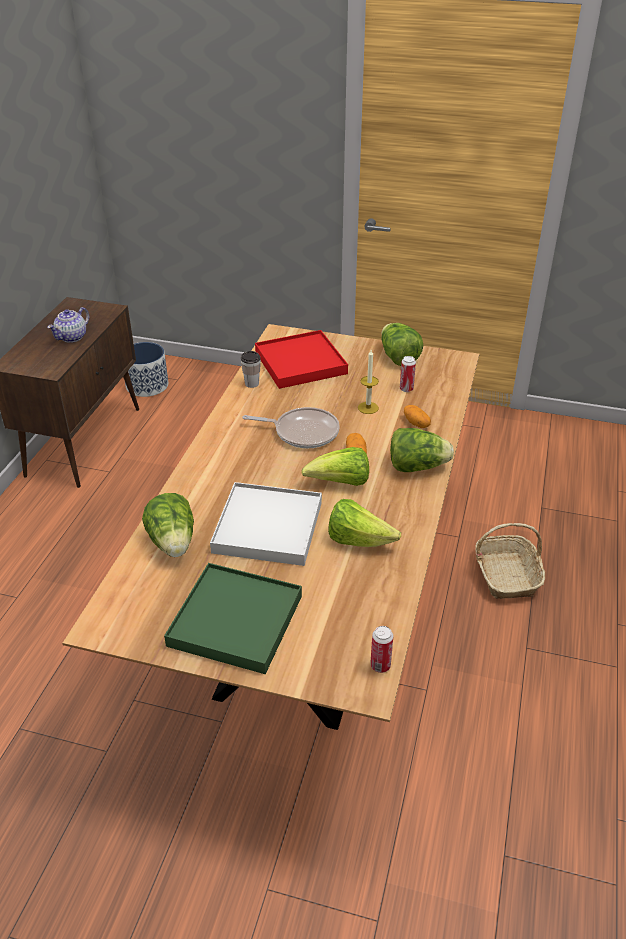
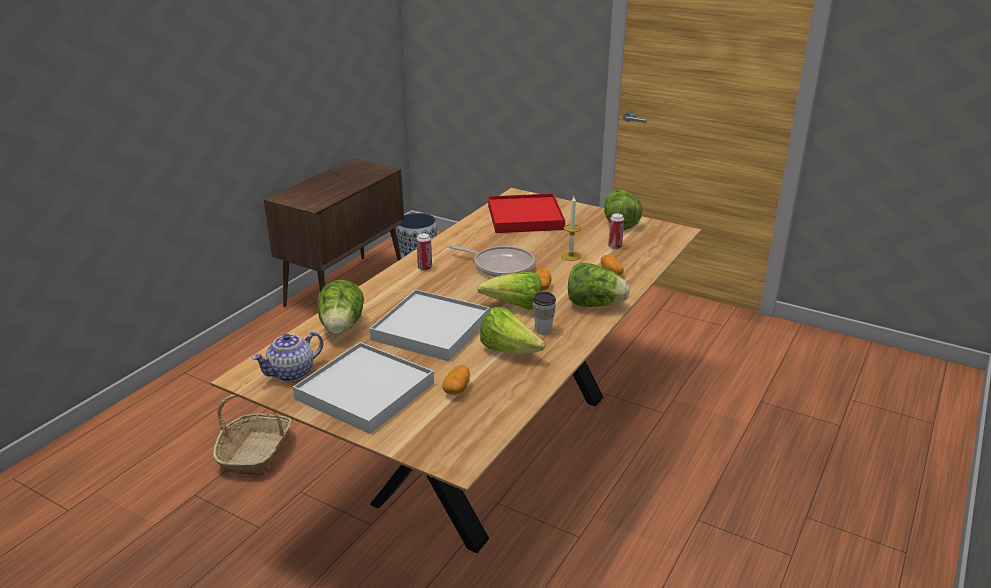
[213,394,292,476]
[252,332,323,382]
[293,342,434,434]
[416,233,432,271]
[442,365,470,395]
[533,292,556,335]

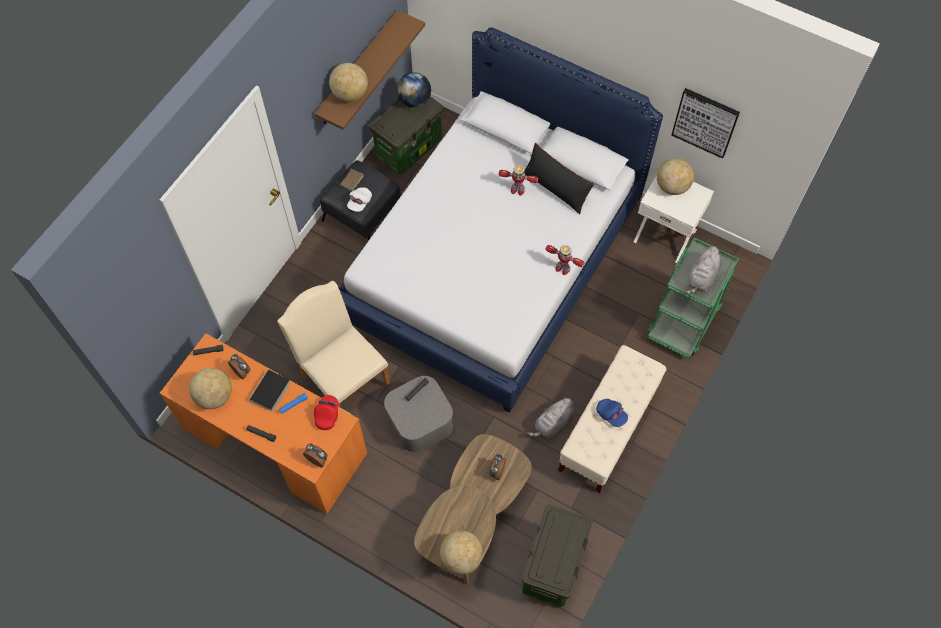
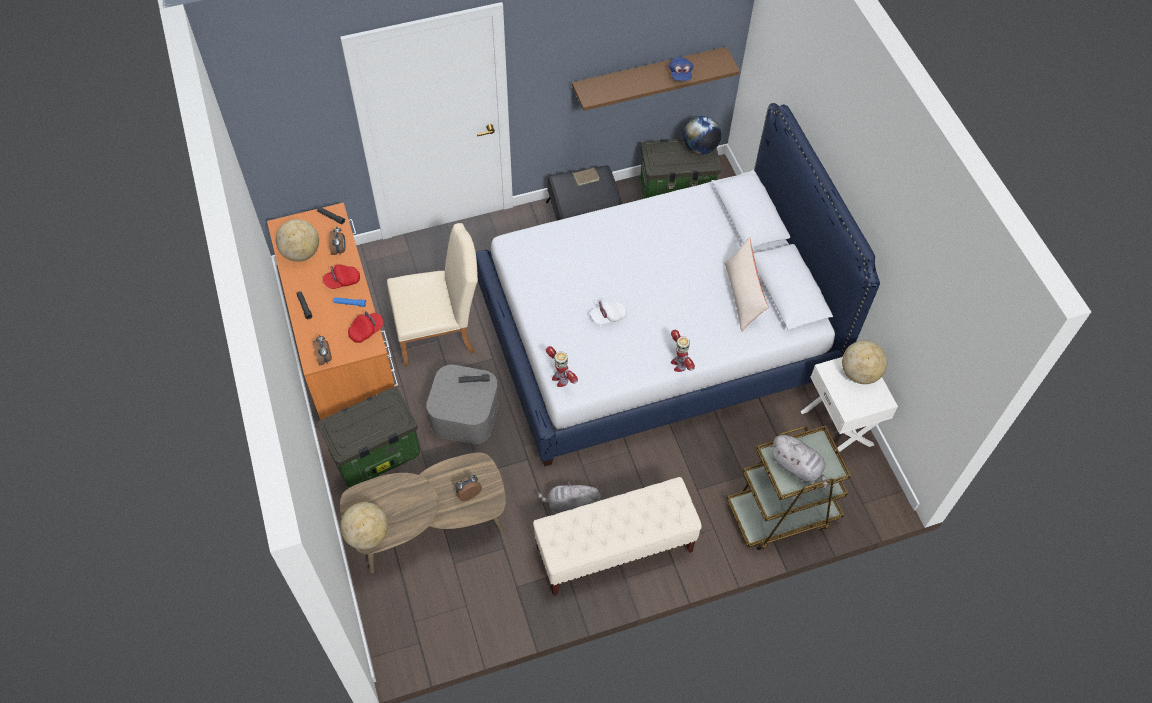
[317,387,420,487]
[323,265,360,289]
[387,223,478,367]
[546,346,578,387]
[591,300,626,325]
[669,57,693,81]
[724,237,768,332]
[727,425,851,550]
[771,435,828,489]
[329,63,368,102] (first image)
[671,88,740,159] (first image)

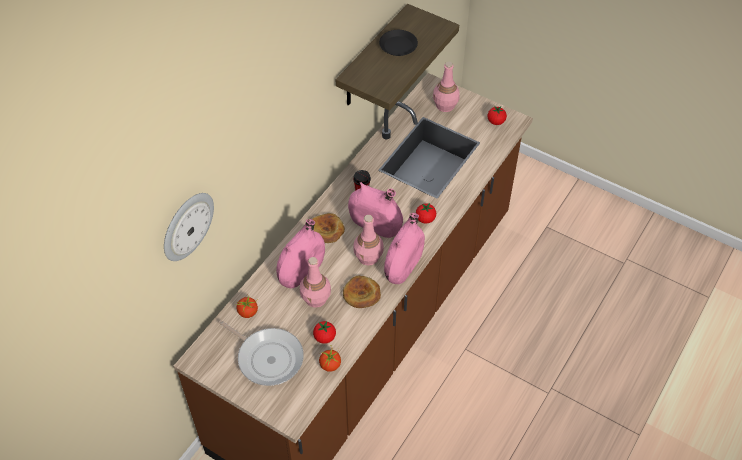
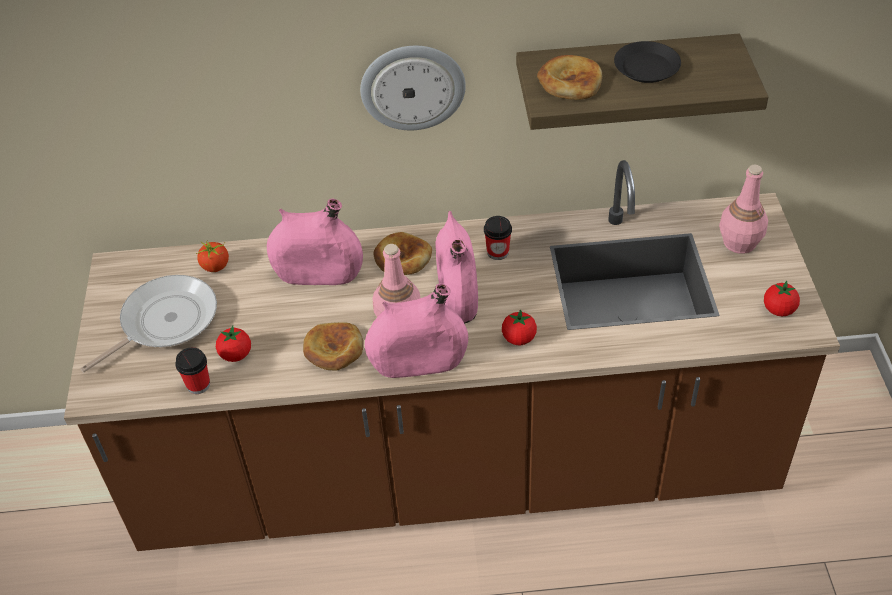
[80,275,217,372]
[175,347,210,394]
[360,46,466,130]
[537,55,602,100]
[300,257,331,308] (first image)

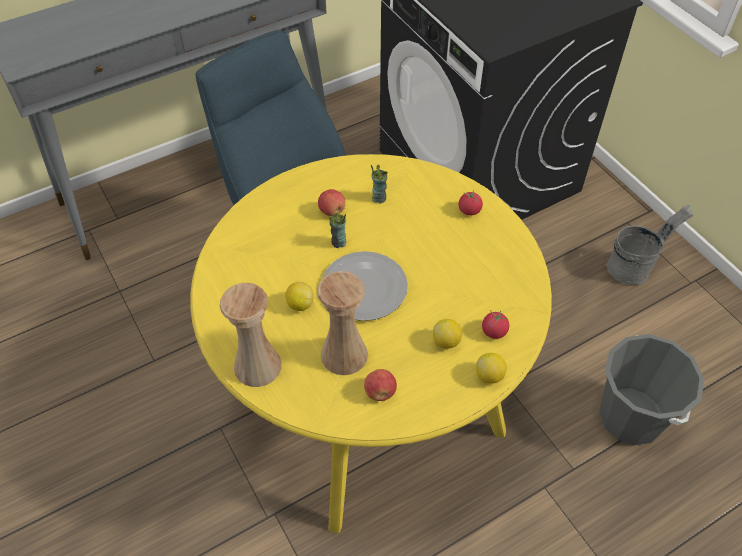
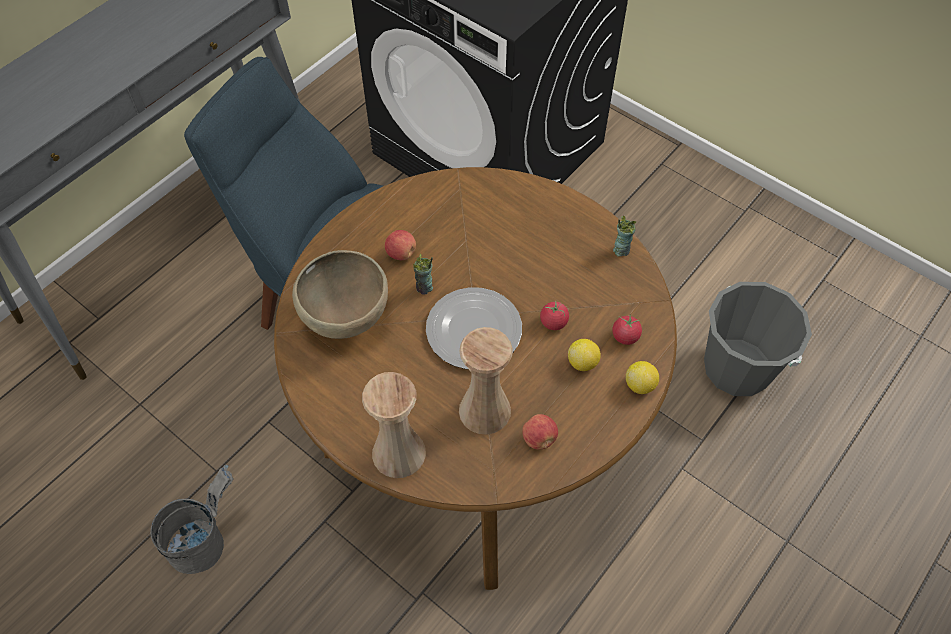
[150,465,234,574]
[274,167,677,590]
[292,250,388,339]
[540,301,569,330]
[613,216,636,257]
[285,282,314,311] (first image)

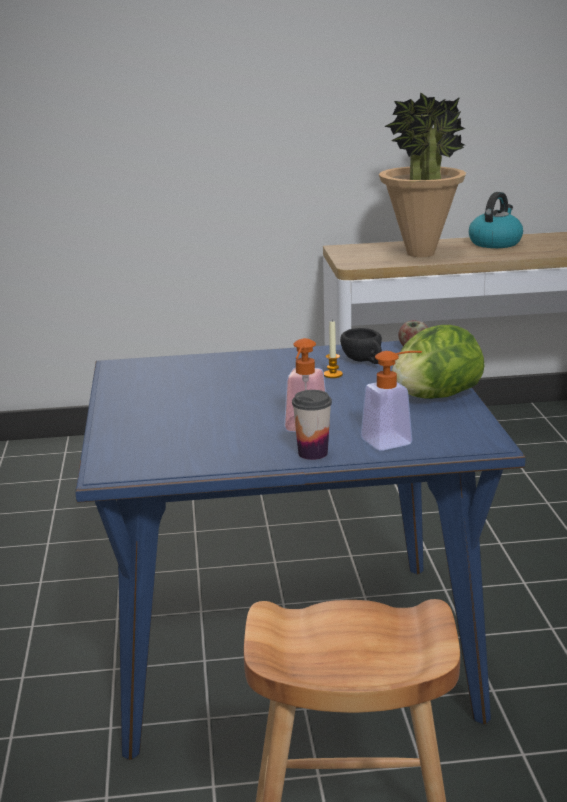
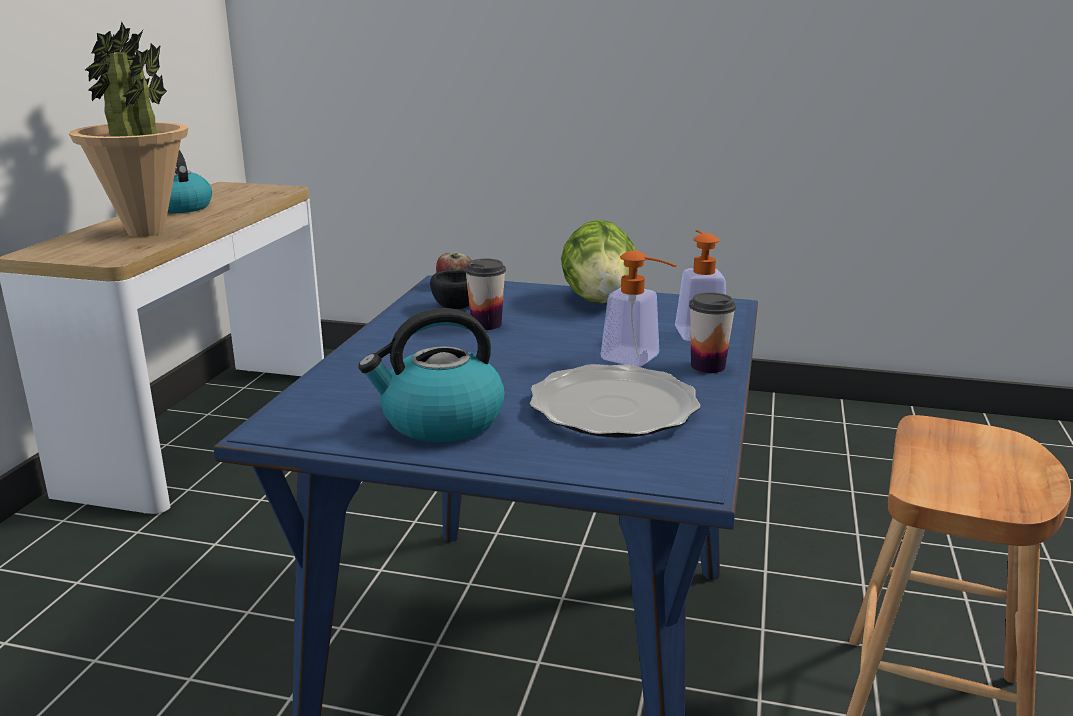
[358,308,505,442]
[465,259,506,330]
[530,364,701,438]

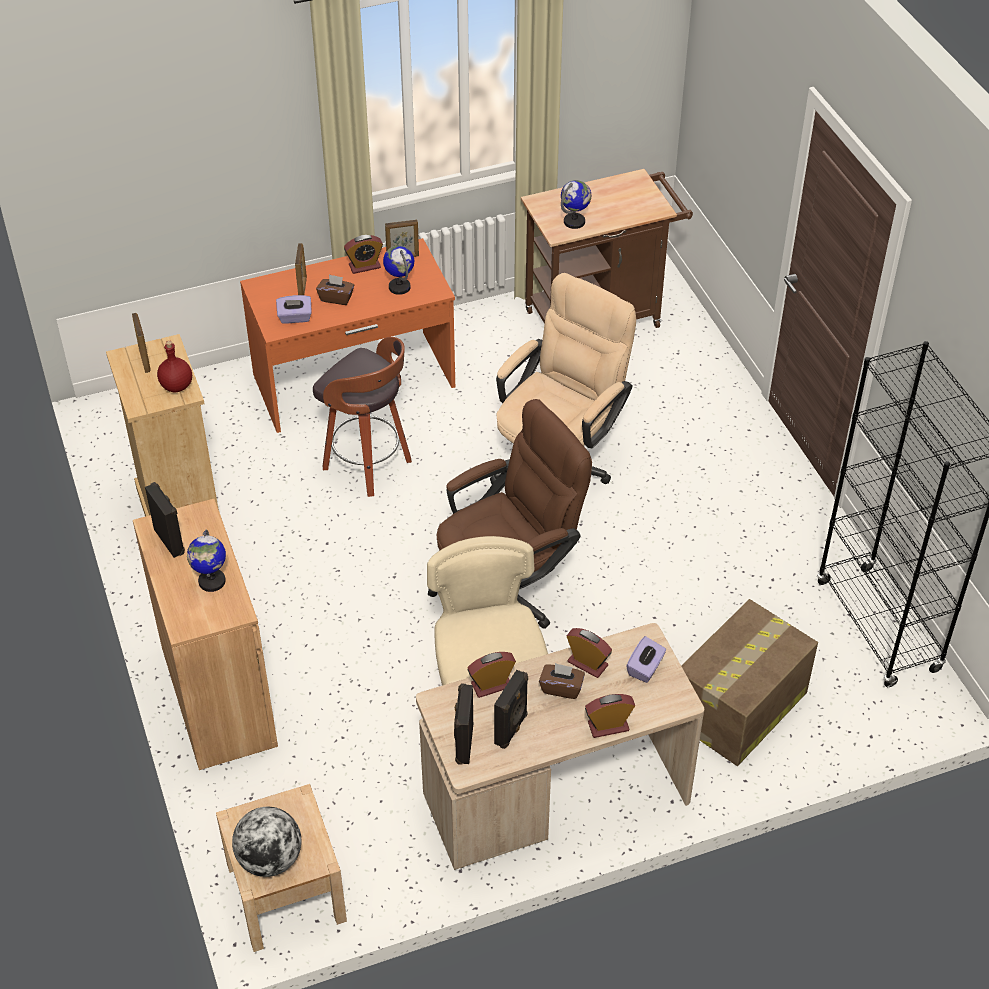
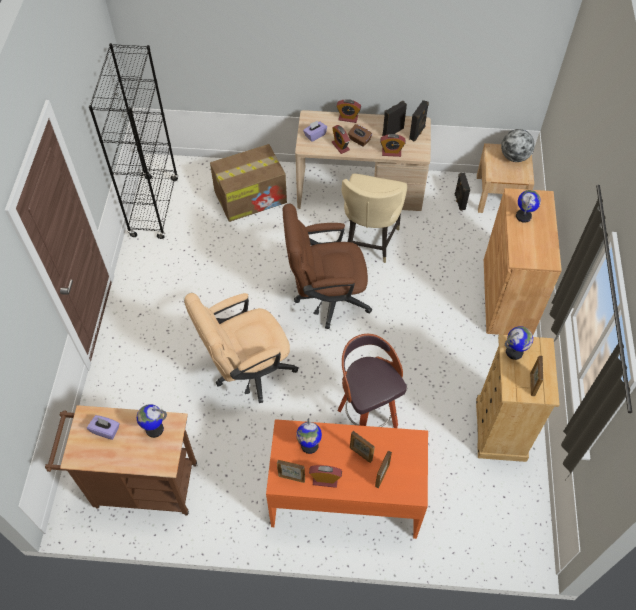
[87,415,120,440]
[350,431,375,463]
[455,173,470,211]
[505,326,533,360]

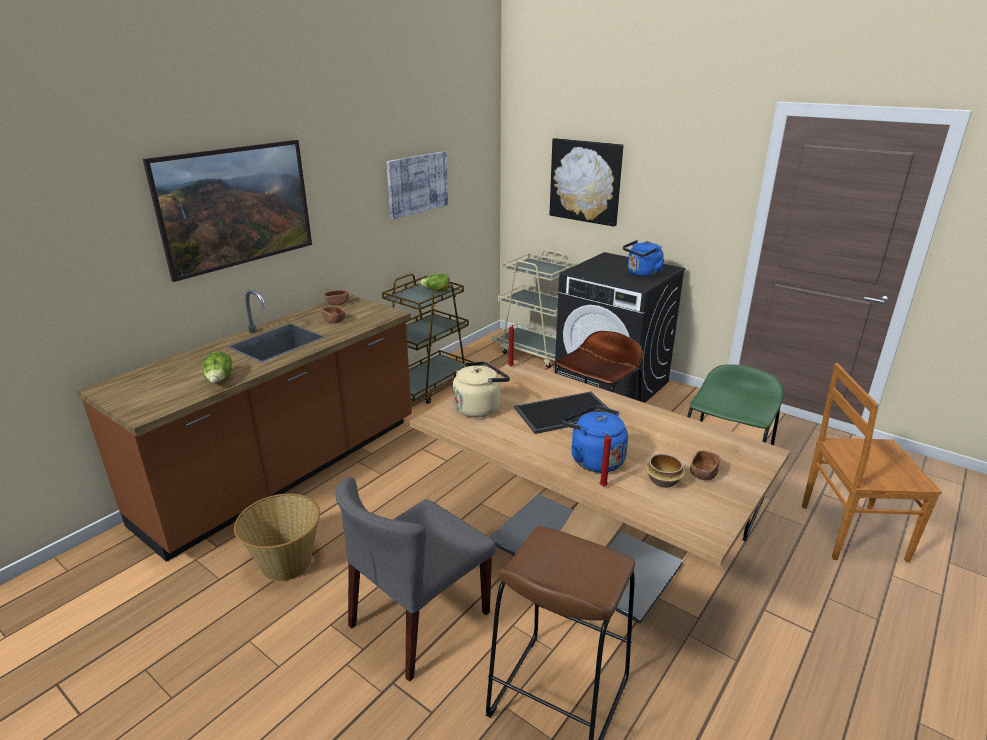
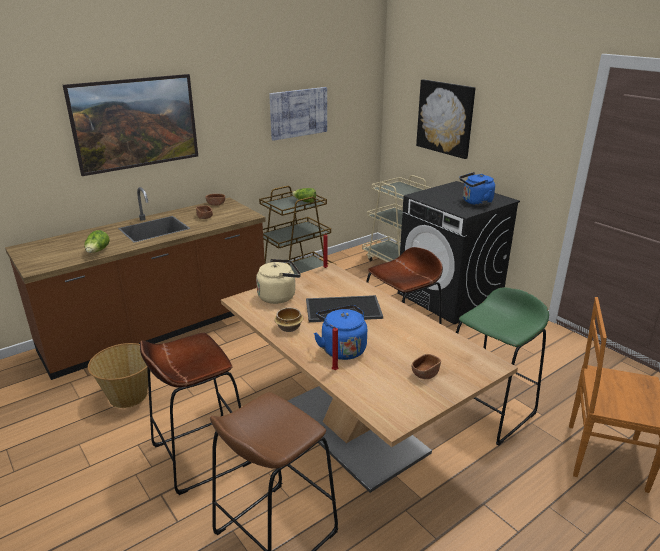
[140,333,251,495]
[274,307,303,332]

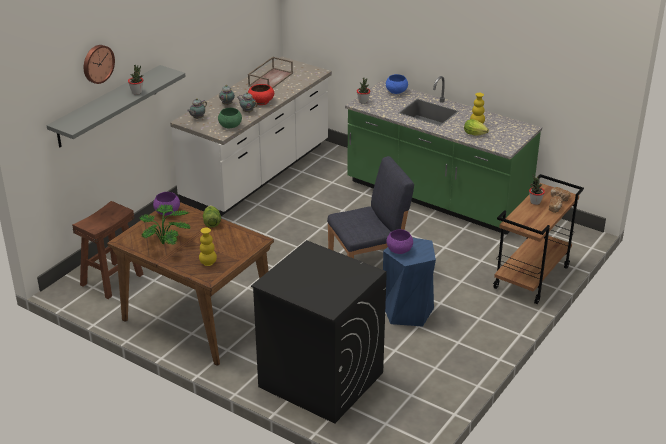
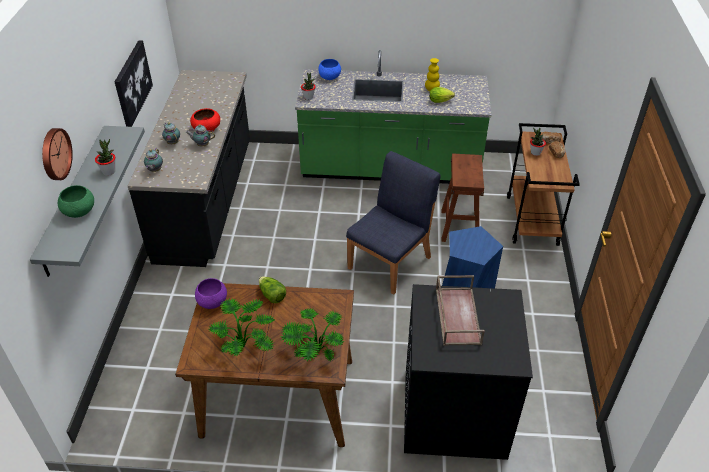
[58,185,94,218]
[115,40,153,127]
[128,70,250,267]
[281,308,345,361]
[436,275,485,346]
[442,153,484,242]
[386,229,413,254] (first image)

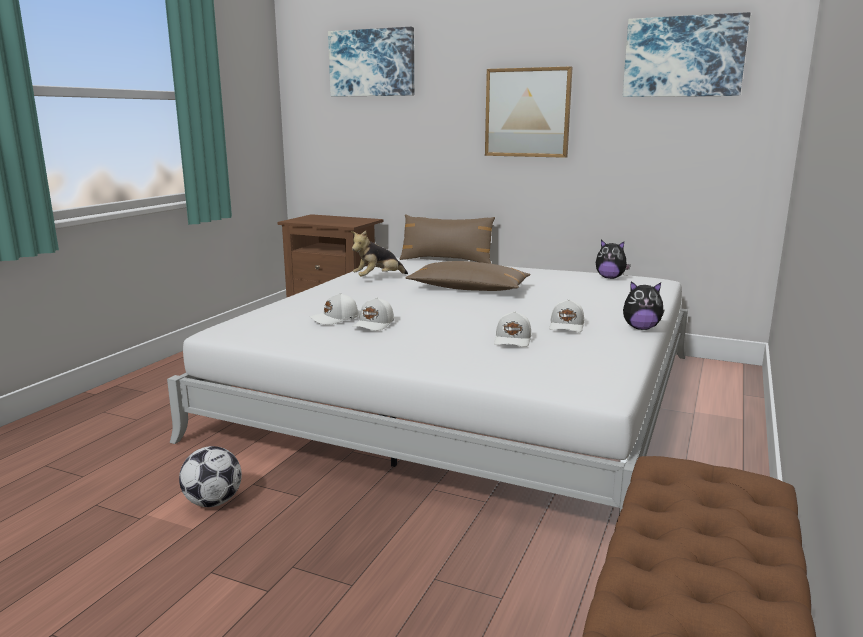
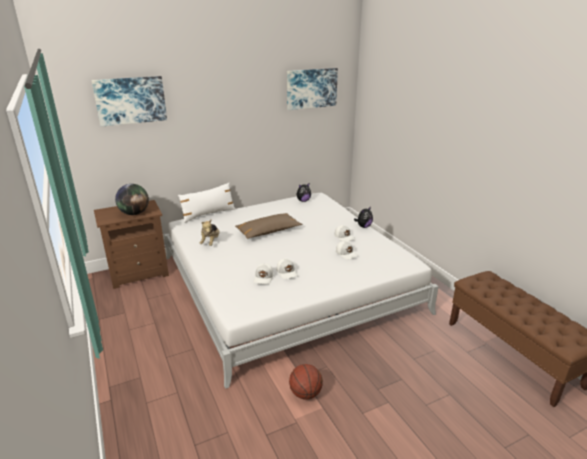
[115,184,149,215]
[178,183,235,223]
[289,364,323,400]
[485,66,572,158] (first image)

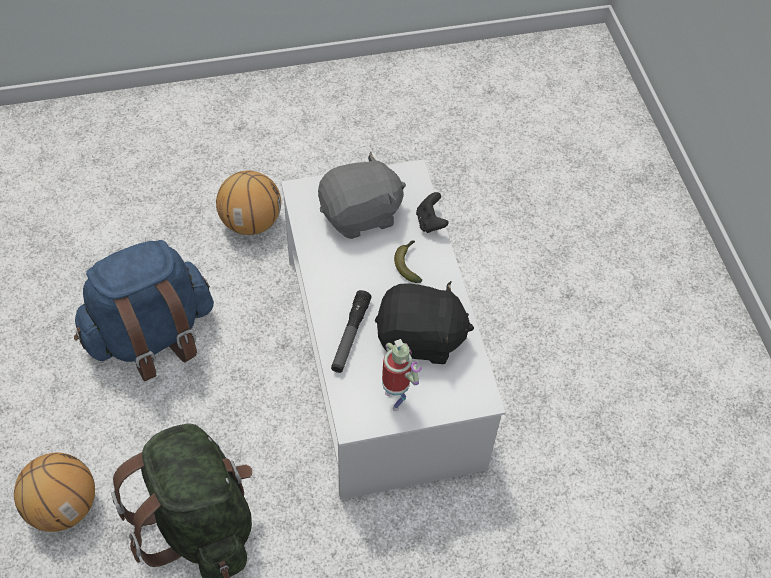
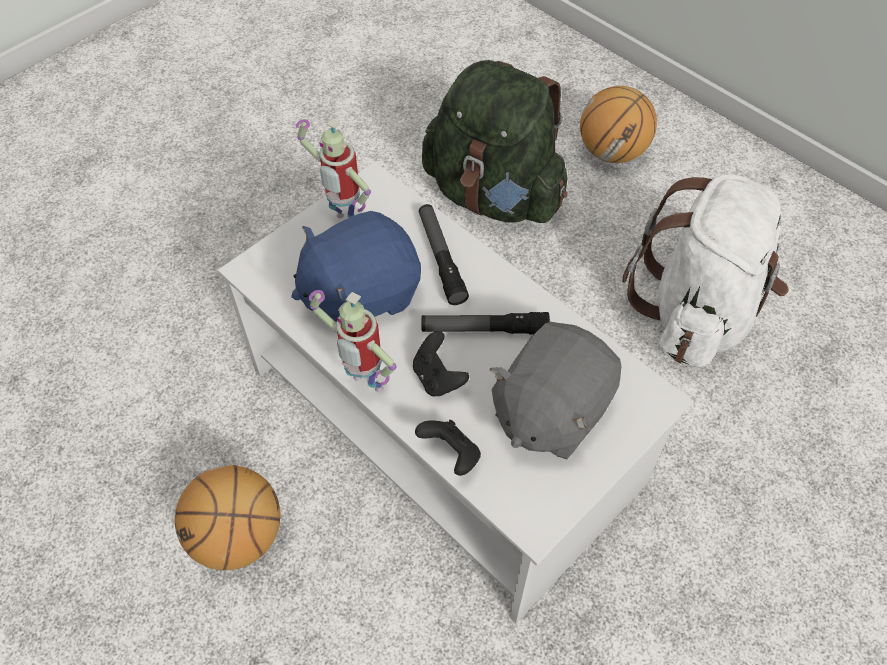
[175,465,281,570]
[291,211,421,322]
[309,290,396,392]
[413,331,469,397]
[421,312,550,335]
[622,175,789,368]

